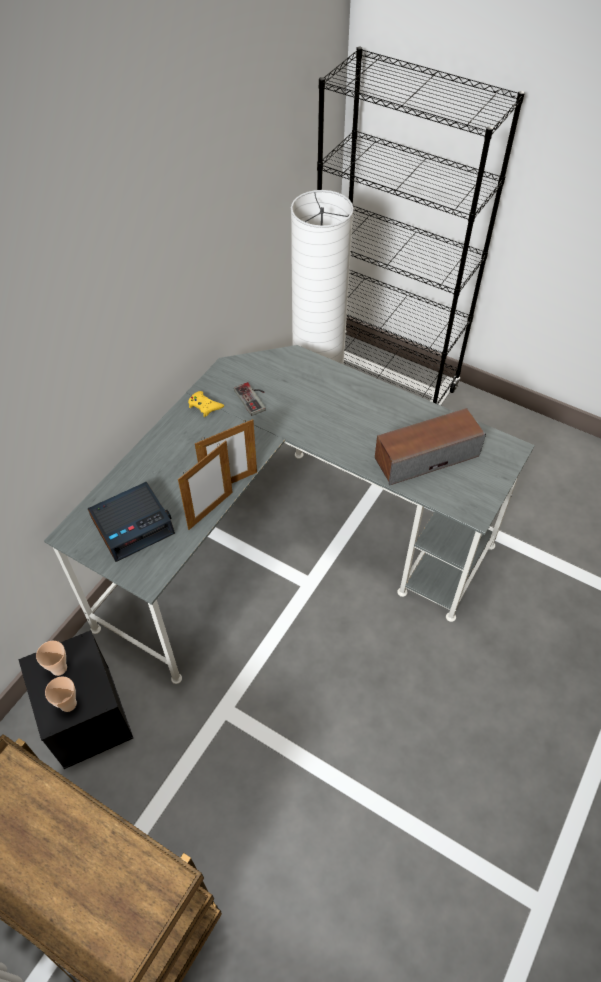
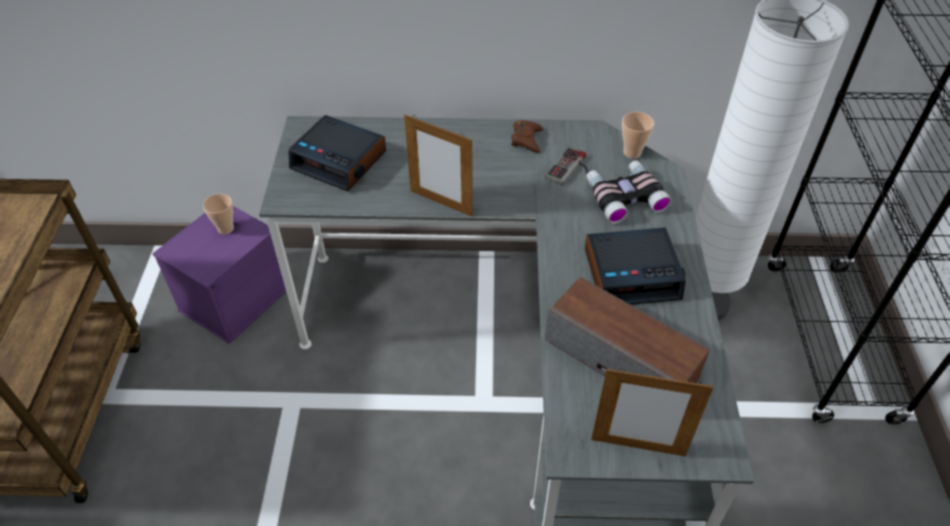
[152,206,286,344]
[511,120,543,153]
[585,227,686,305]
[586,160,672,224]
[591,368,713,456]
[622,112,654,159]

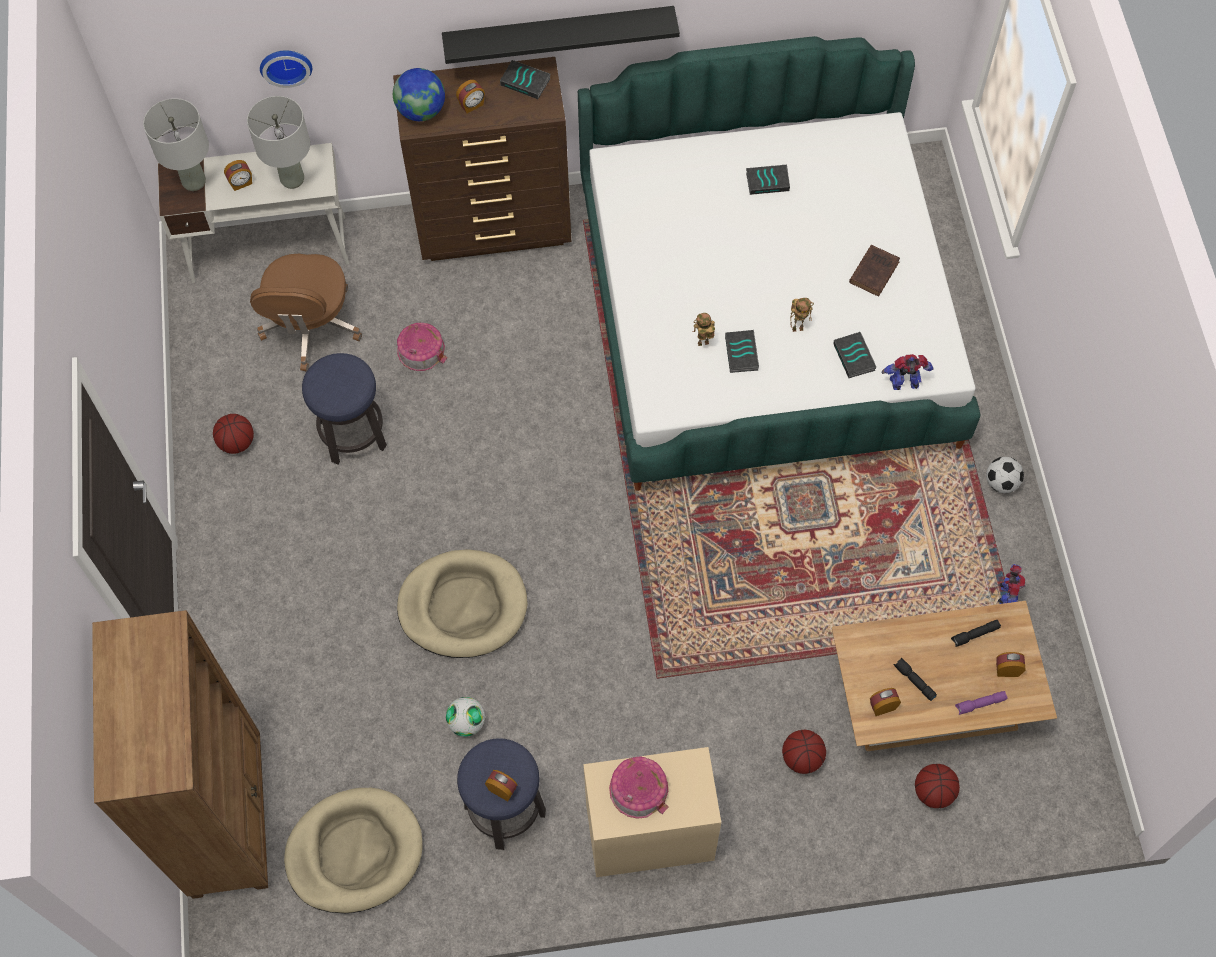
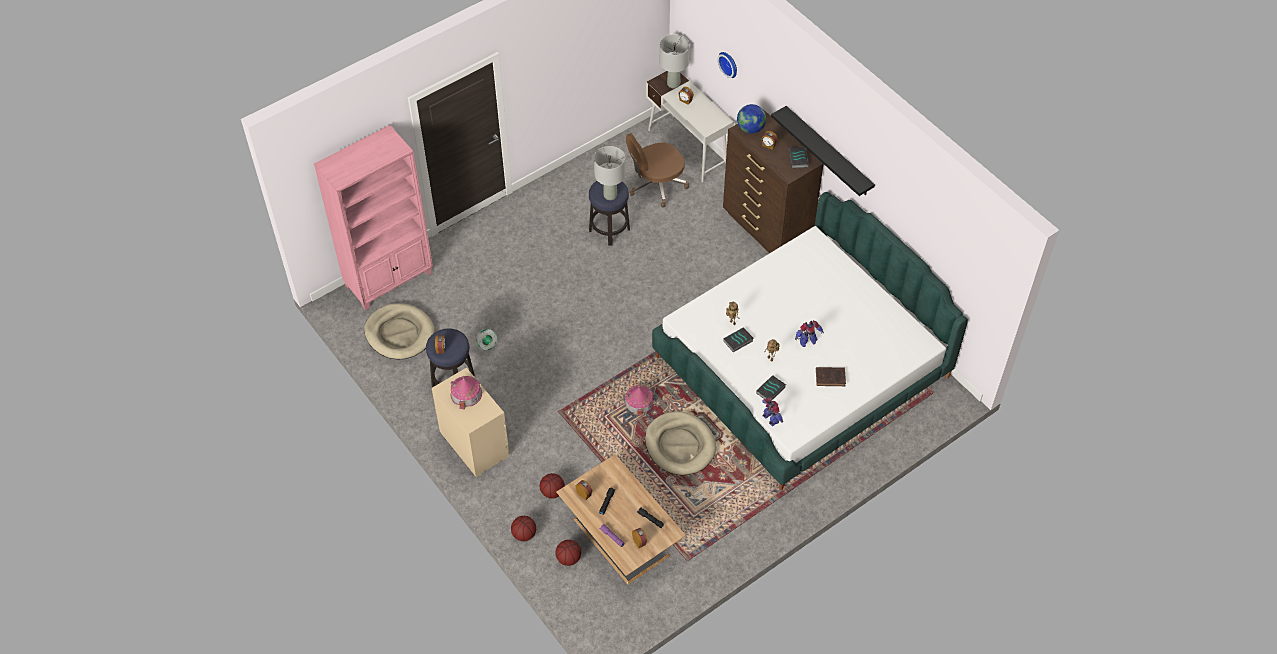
[314,125,433,310]
[511,516,536,541]
[594,146,625,200]
[625,385,653,415]
[645,411,717,475]
[795,320,824,347]
[746,165,790,195] (first image)
[986,457,1024,493] (first image)

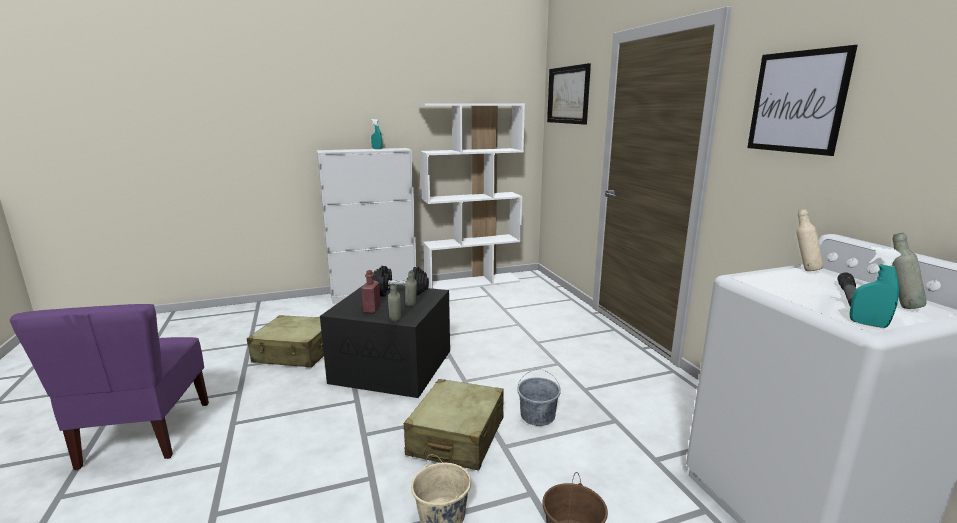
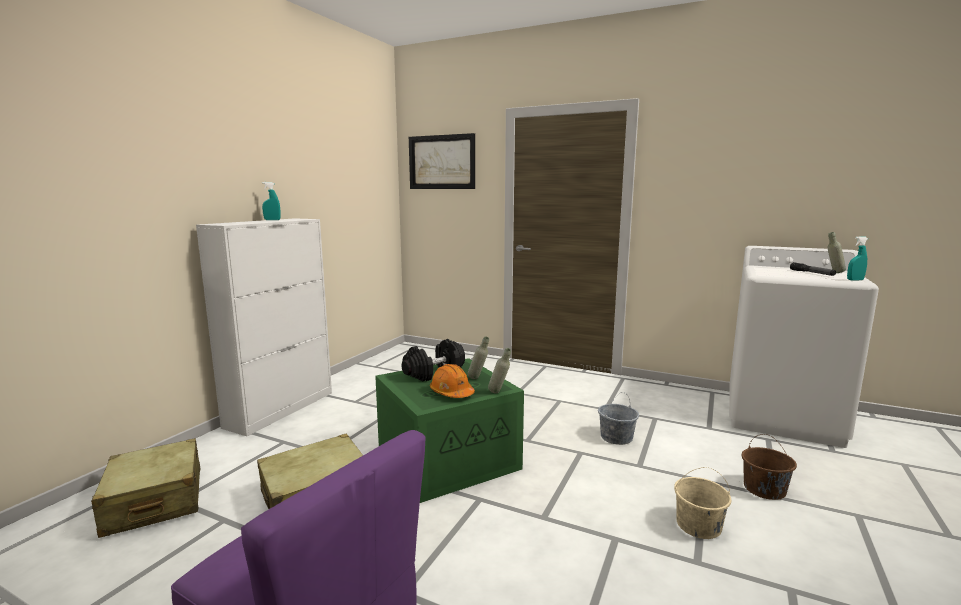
[91,438,200,538]
[375,358,524,503]
[430,364,475,398]
[418,103,525,291] (first image)
[747,45,858,156] (first image)
[796,209,823,271] (first image)

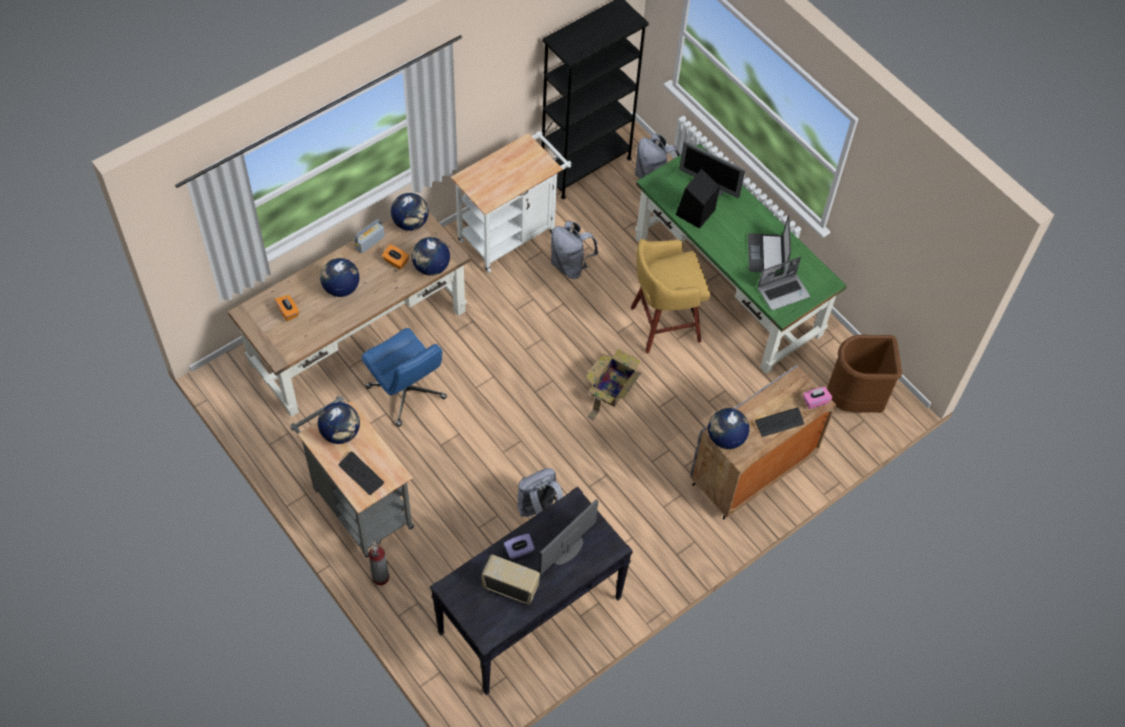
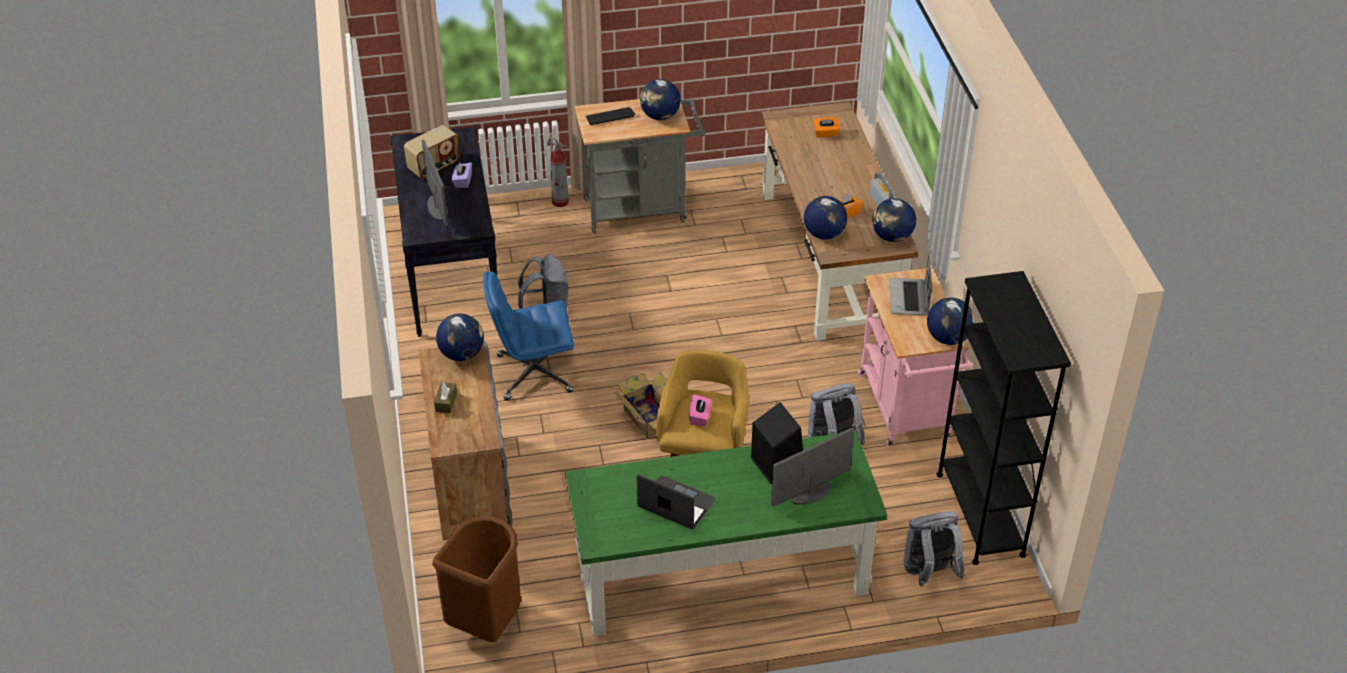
[434,382,457,413]
[483,271,574,401]
[689,394,711,426]
[857,267,973,447]
[889,254,932,316]
[927,298,975,345]

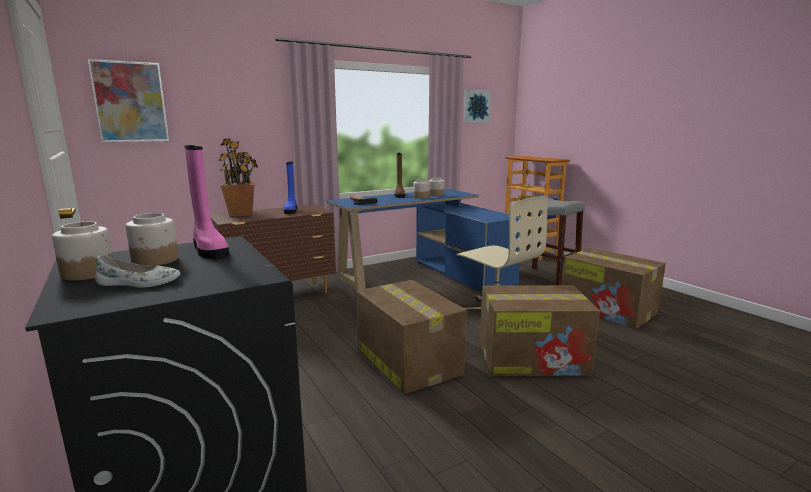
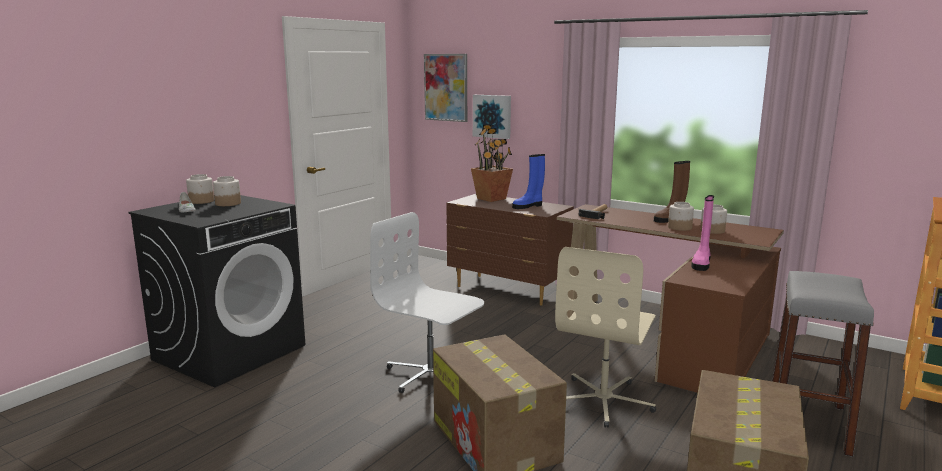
[370,212,484,393]
[473,95,511,139]
[557,204,784,393]
[691,195,714,271]

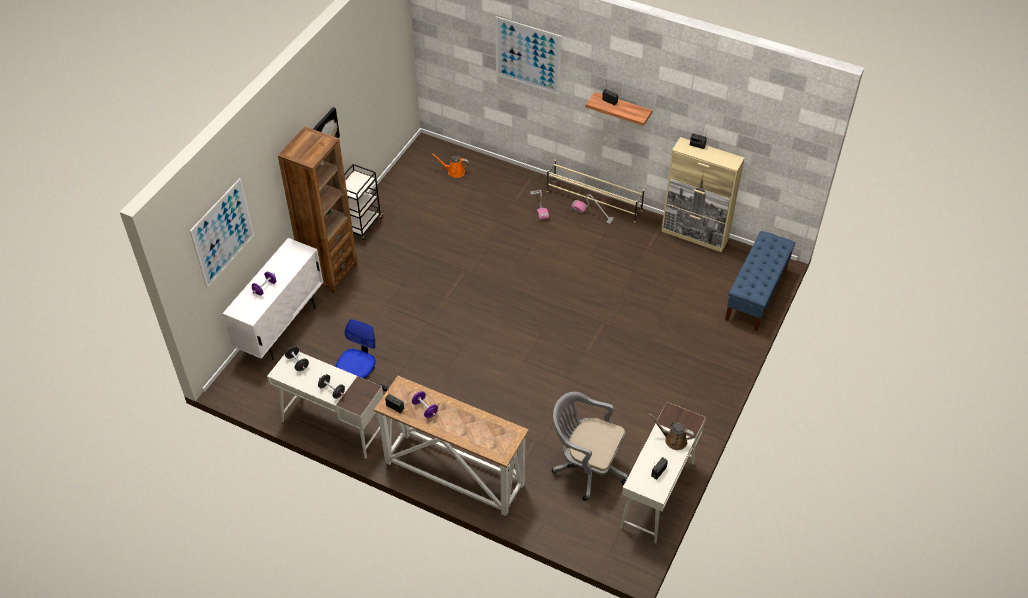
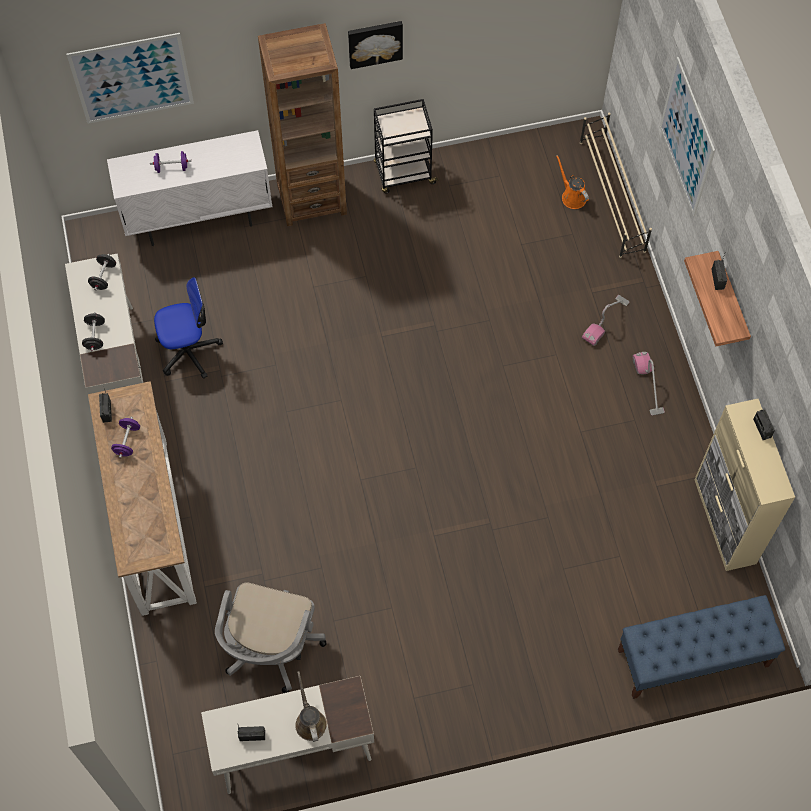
[215,582,327,693]
[580,113,652,258]

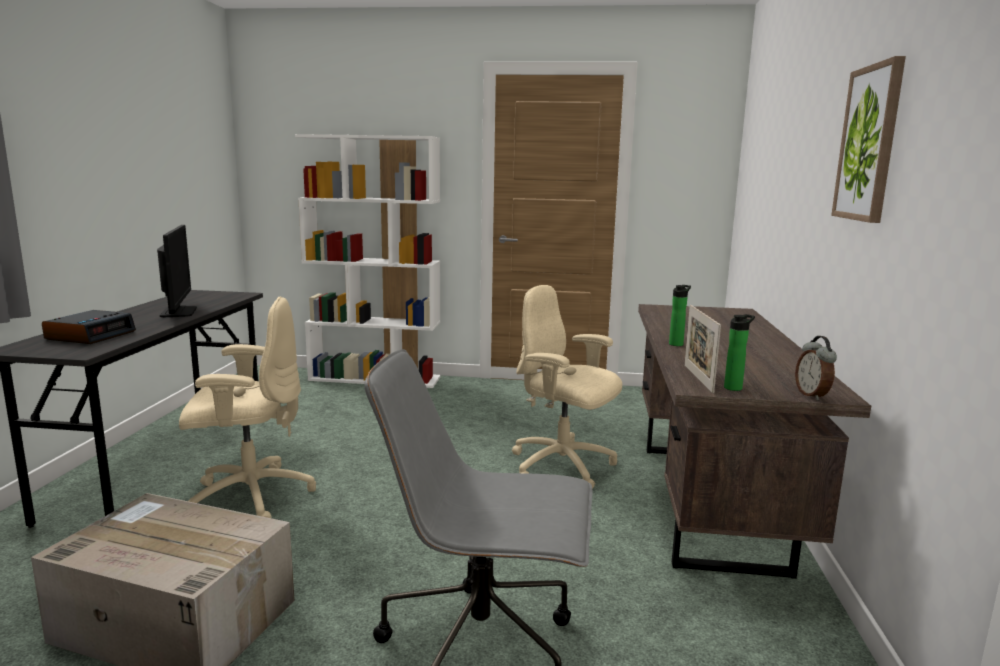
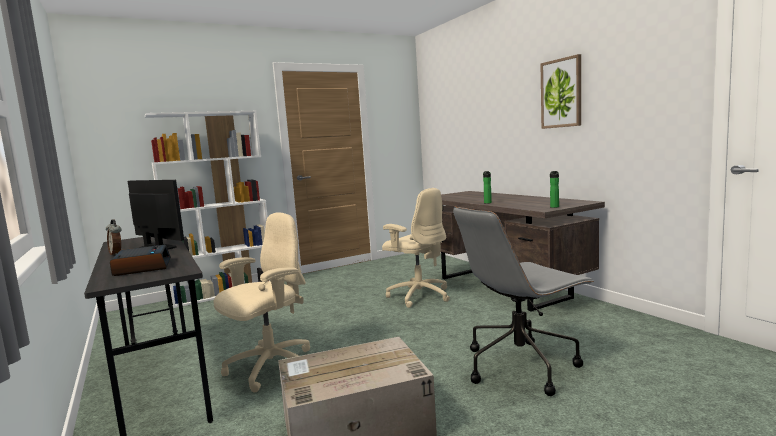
[106,220,121,255]
[382,188,450,308]
[684,305,721,393] (first image)

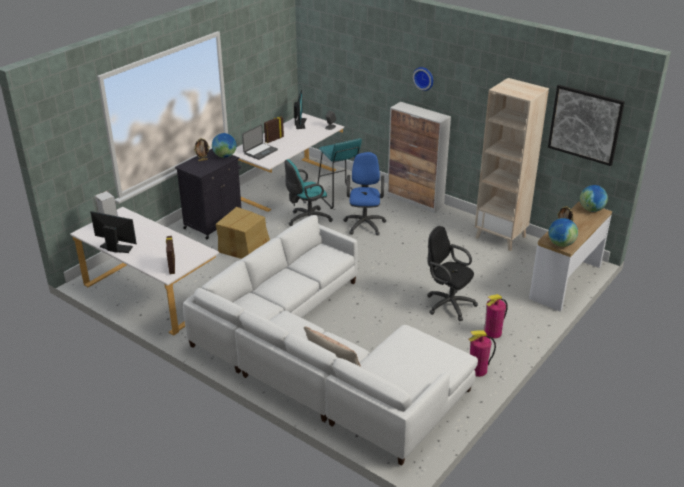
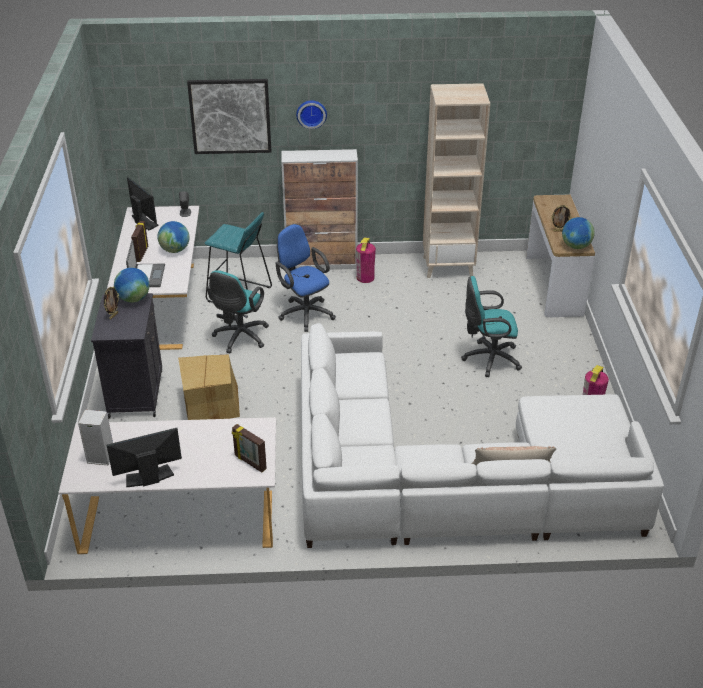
[157,221,189,253]
[187,79,271,154]
[356,237,376,283]
[461,276,522,377]

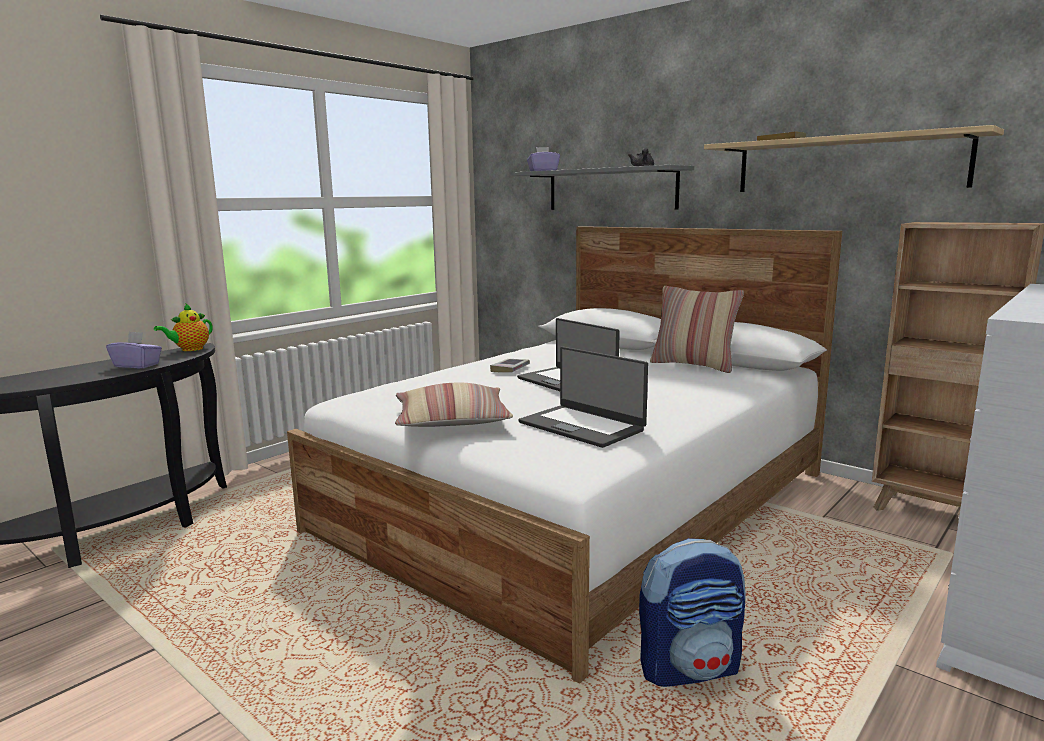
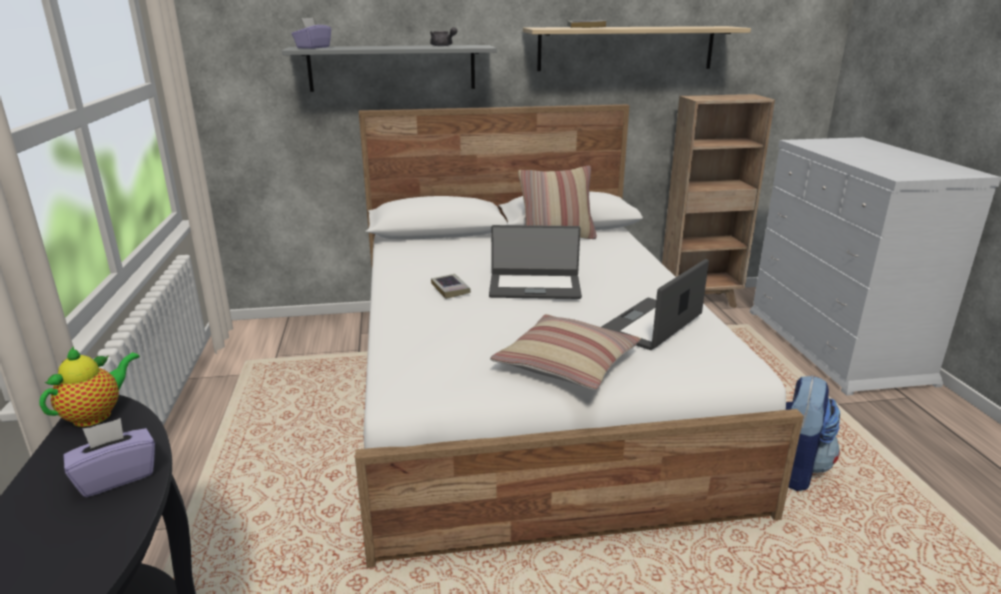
[39,346,140,427]
[602,259,709,350]

